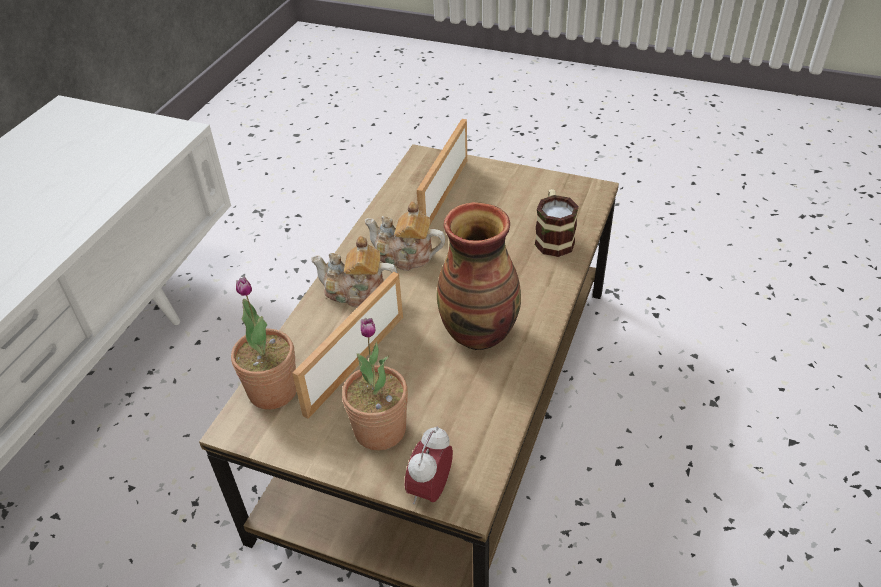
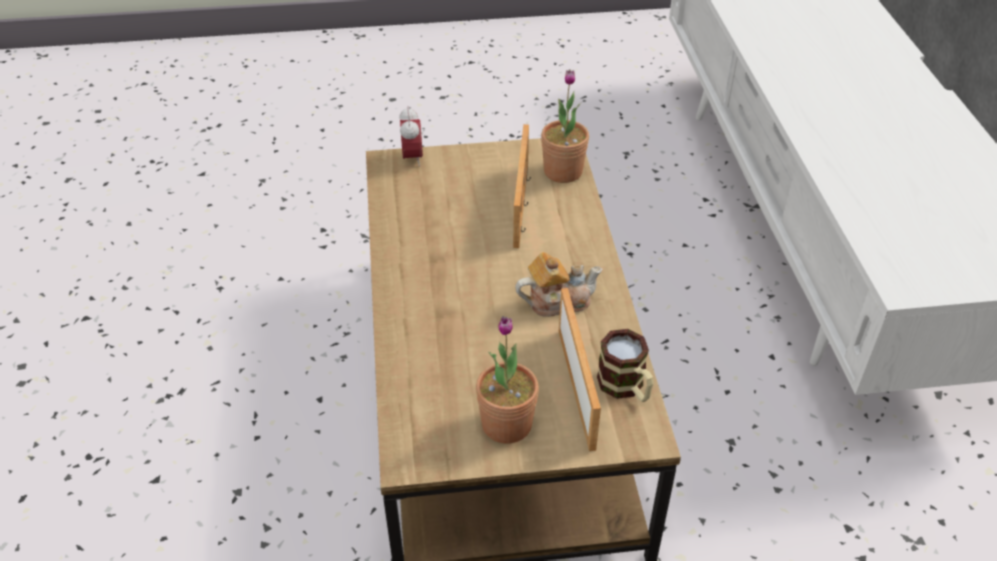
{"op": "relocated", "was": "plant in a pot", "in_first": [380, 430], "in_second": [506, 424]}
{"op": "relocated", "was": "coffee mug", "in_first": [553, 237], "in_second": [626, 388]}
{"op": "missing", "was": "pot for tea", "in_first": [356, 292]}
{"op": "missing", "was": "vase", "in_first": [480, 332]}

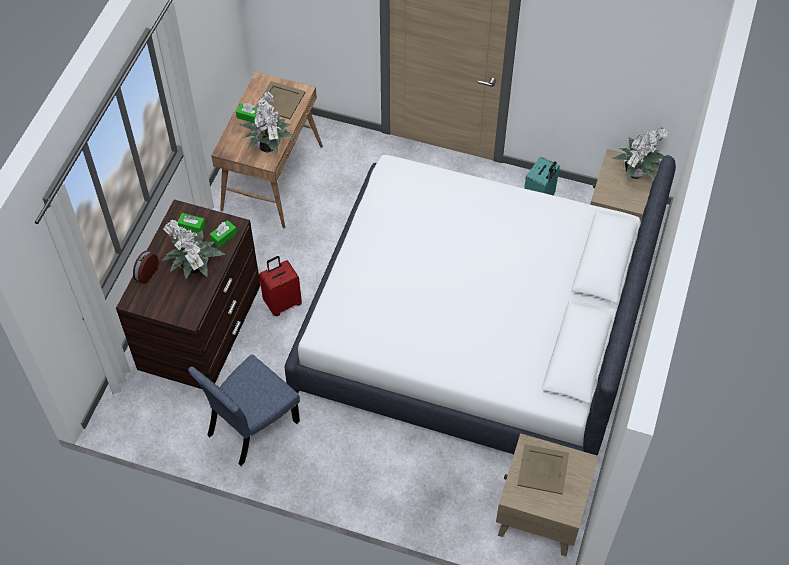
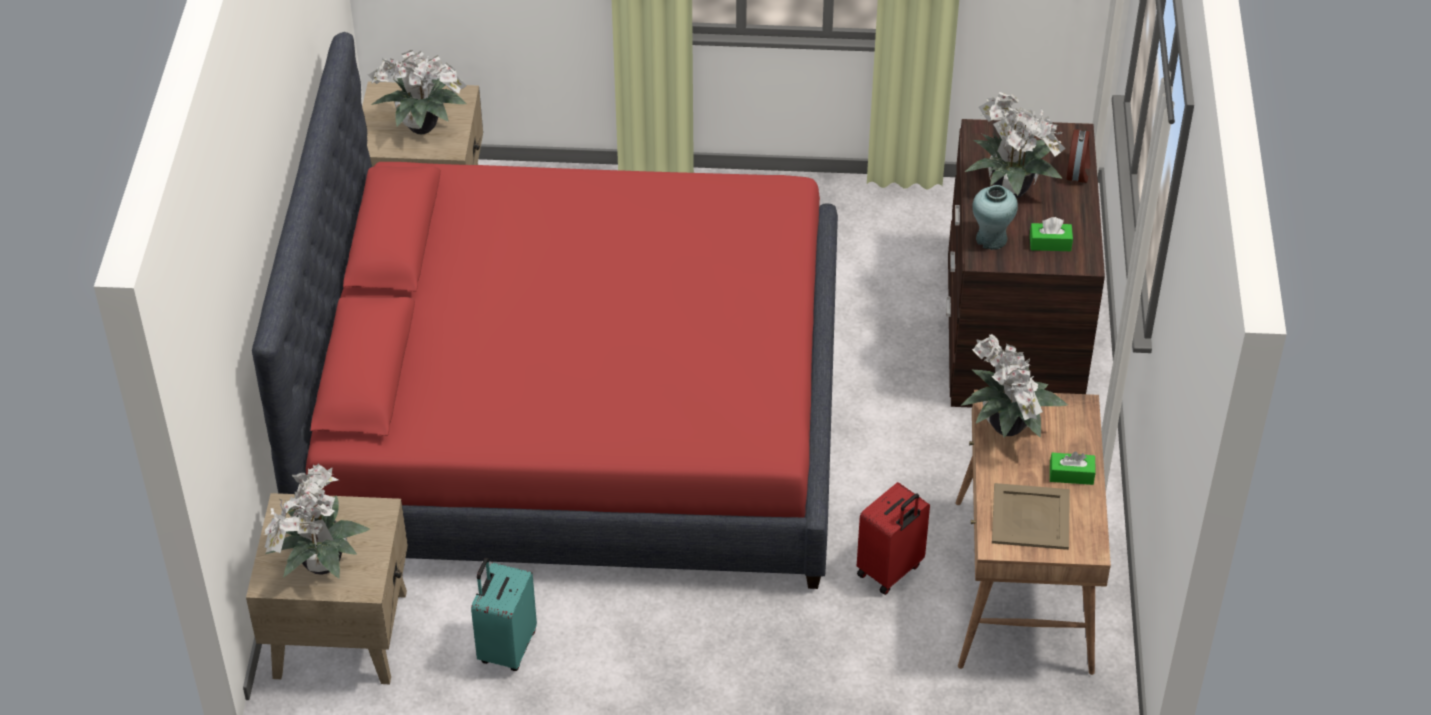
{"op": "colour", "was": "white bedroom bed", "now": "reddish bedroom bed", "in_first": [473, 329], "in_second": [576, 412]}
{"op": "exchanged", "was": "beige-coloured serving tray", "now": "plant in a pot", "in_first": [543, 469], "in_second": [424, 128]}
{"op": "relocated", "was": "reddish travel case", "in_first": [282, 303], "in_second": [890, 571]}
{"op": "exchanged", "was": "green-coloured tissue box", "now": "turquoise-coloured vase", "in_first": [223, 236], "in_second": [991, 239]}
{"op": "missing", "was": "bluish chair", "in_first": [253, 425]}

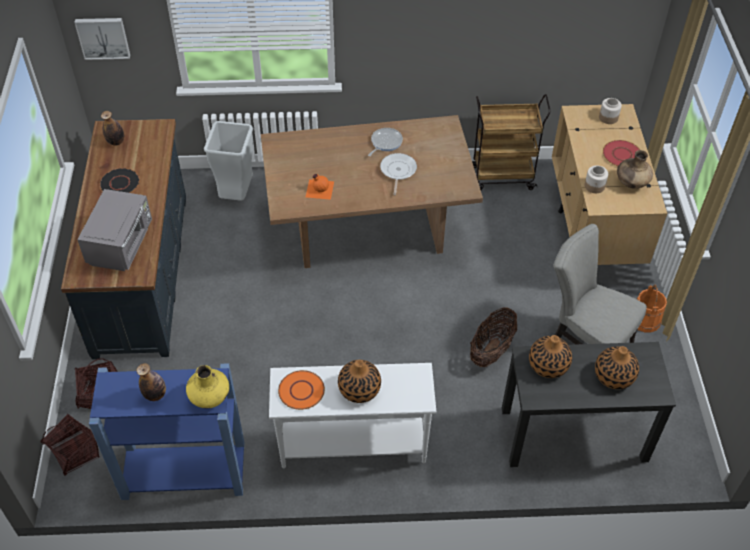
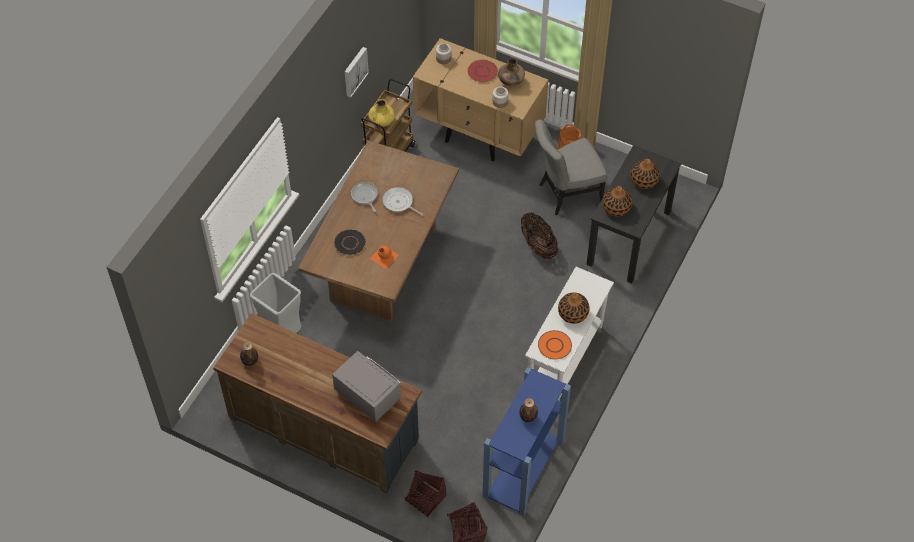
{"op": "relocated", "was": "black flat dish", "in_first": [119, 183], "in_second": [349, 243]}
{"op": "relocated", "was": "wall picture", "in_first": [103, 37], "in_second": [354, 71]}
{"op": "relocated", "was": "yellow vase", "in_first": [209, 397], "in_second": [381, 122]}

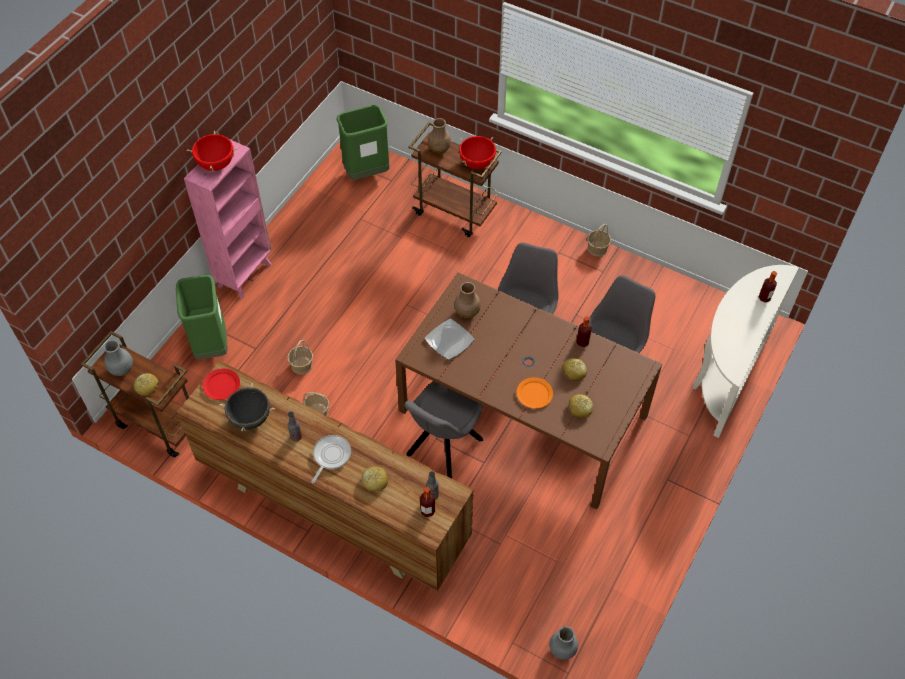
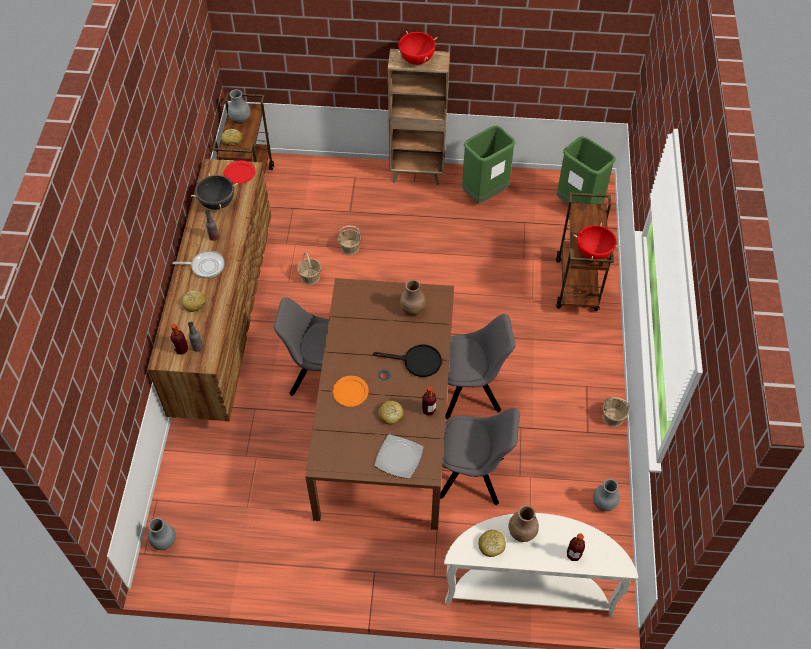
{"op": "appeared", "now": "black pan", "in_second": [416, 362]}
{"op": "relocated", "was": "flat dish", "in_first": [450, 340], "in_second": [399, 458]}
{"op": "colour", "was": "pink bookcase", "now": "brown bookcase", "in_first": [245, 274], "in_second": [417, 173]}
{"op": "relocated", "was": "green-coloured rubbish bin", "in_first": [211, 345], "in_second": [484, 194]}
{"op": "relocated", "was": "bread", "in_first": [580, 409], "in_second": [491, 545]}
{"op": "relocated", "was": "brown vase", "in_first": [439, 149], "in_second": [522, 532]}
{"op": "appeared", "now": "greyish vase", "in_second": [604, 503]}

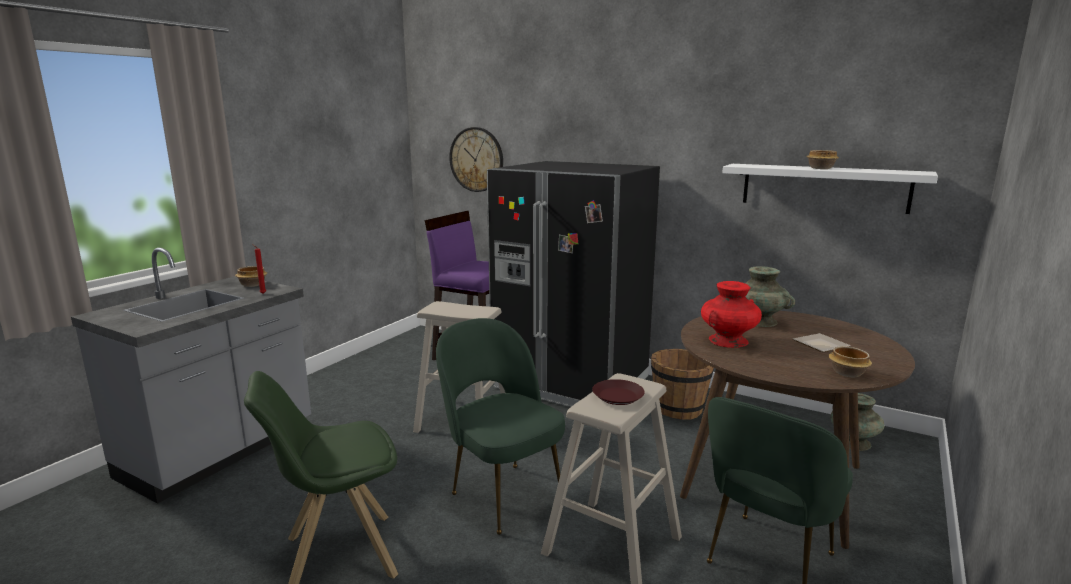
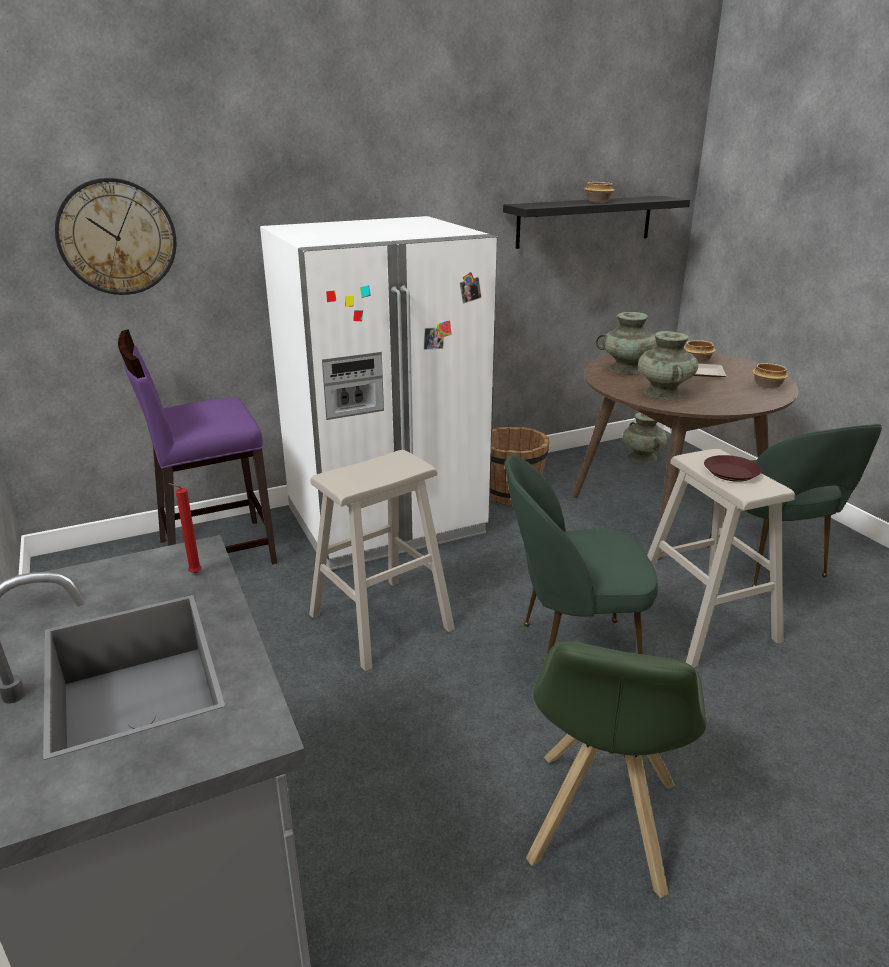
{"op": "colour", "was": "black refrigerator", "now": "white refrigerator", "in_first": [571, 383], "in_second": [385, 521]}
{"op": "colour", "was": "white wall shelf", "now": "black wall shelf", "in_first": [824, 187], "in_second": [585, 221]}
{"op": "colour", "was": "reddish vase", "now": "turquoise-coloured vase", "in_first": [728, 340], "in_second": [663, 393]}
{"op": "relocated", "was": "deep dish", "in_first": [252, 285], "in_second": [697, 361]}

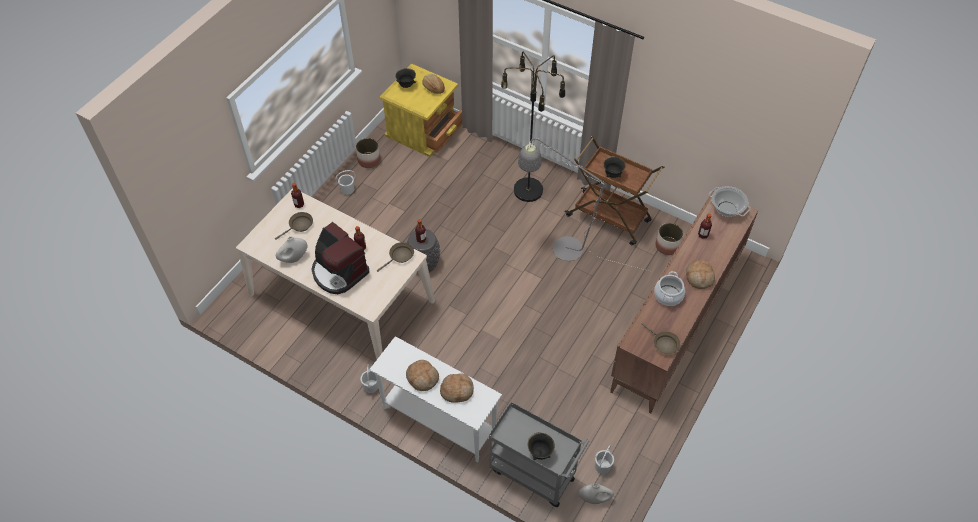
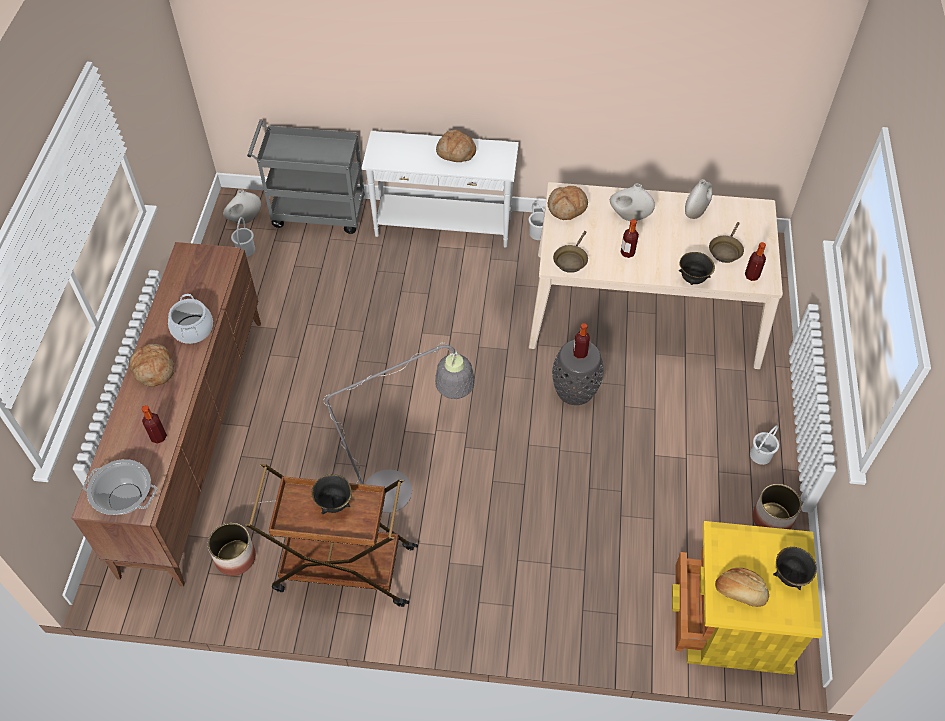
{"op": "relocated", "was": "bread", "in_first": [457, 390], "in_second": [567, 208]}
{"op": "exchanged", "was": "coffee brewer", "now": "white vase", "in_first": [339, 272], "in_second": [629, 216]}
{"op": "relocated", "was": "black deep dish", "in_first": [540, 452], "in_second": [692, 280]}
{"op": "missing", "was": "standing lamp", "in_first": [529, 190]}
{"op": "missing", "was": "brown pan", "in_first": [663, 343]}

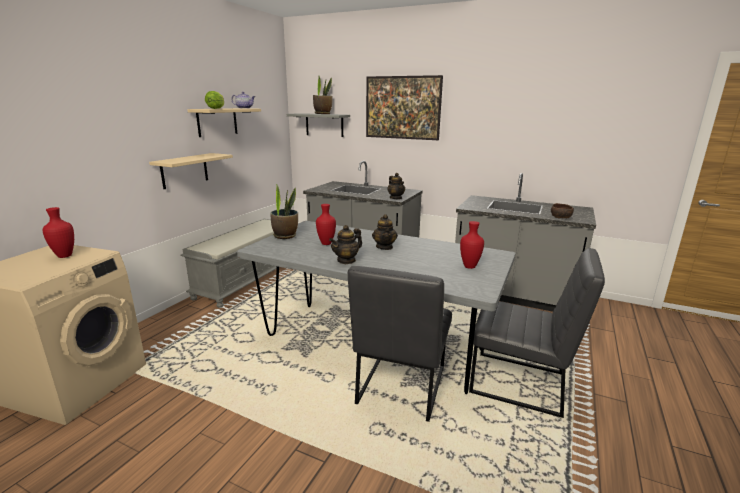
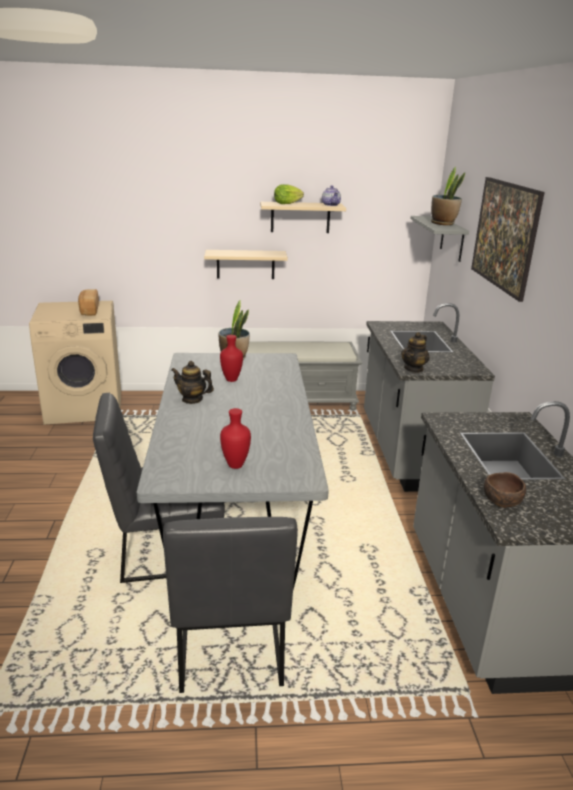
{"op": "exchanged", "was": "reddish vase", "now": "bread", "in_first": [65, 256], "in_second": [89, 310]}
{"op": "missing", "was": "pot for tea", "in_first": [384, 247]}

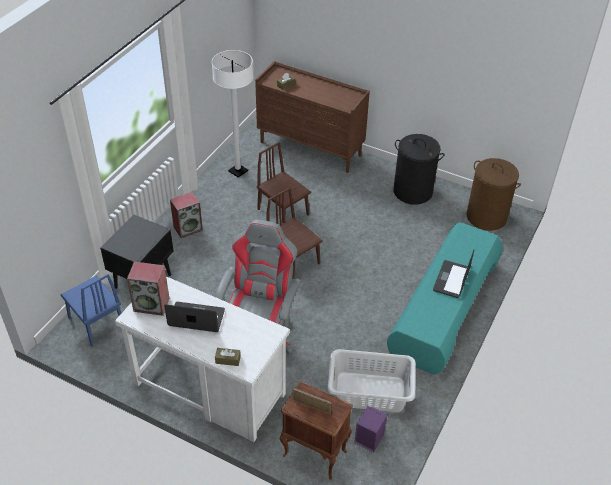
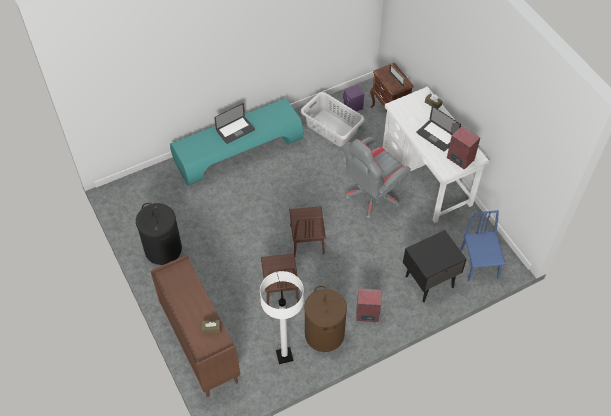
{"op": "relocated", "was": "brown laundry basket", "in_first": [486, 217], "in_second": [324, 334]}

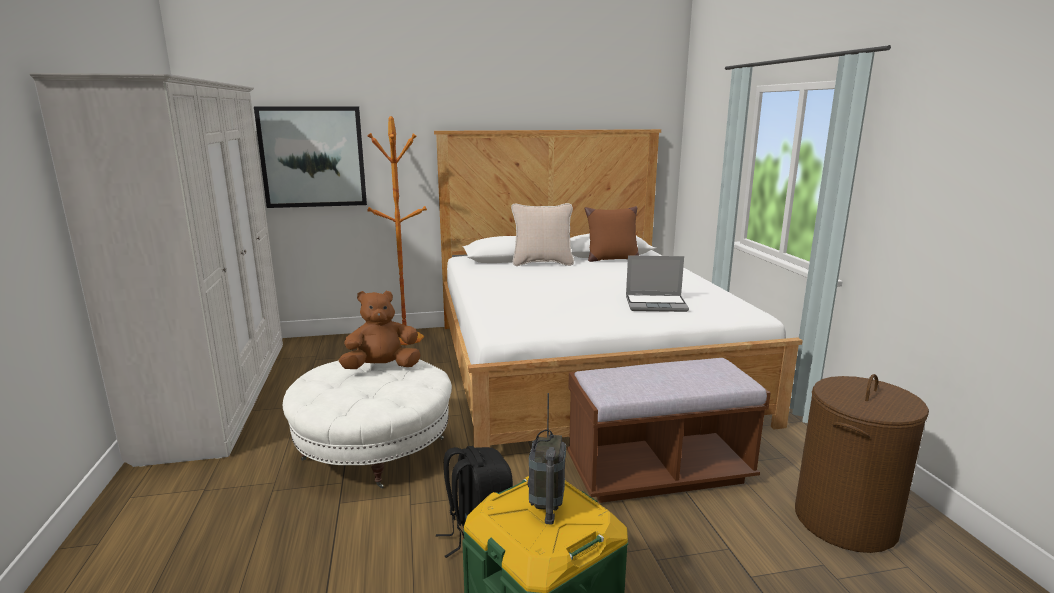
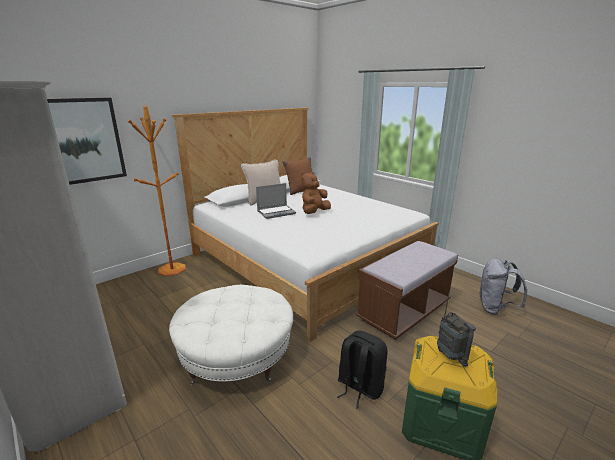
{"op": "relocated", "was": "portable computer", "in_first": [656, 304], "in_second": [276, 212]}
{"op": "relocated", "was": "brown plush toy", "in_first": [382, 367], "in_second": [314, 212]}
{"op": "exchanged", "was": "brown laundry basket", "now": "greyish knapsack", "in_first": [845, 521], "in_second": [495, 308]}

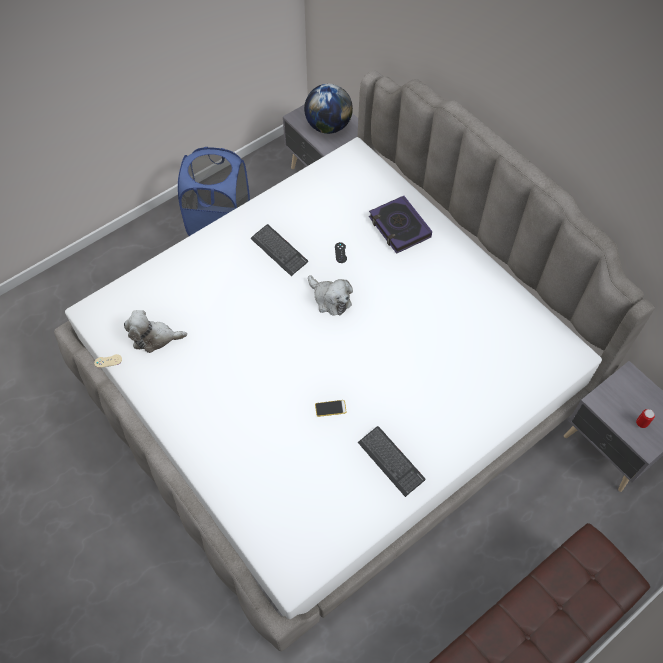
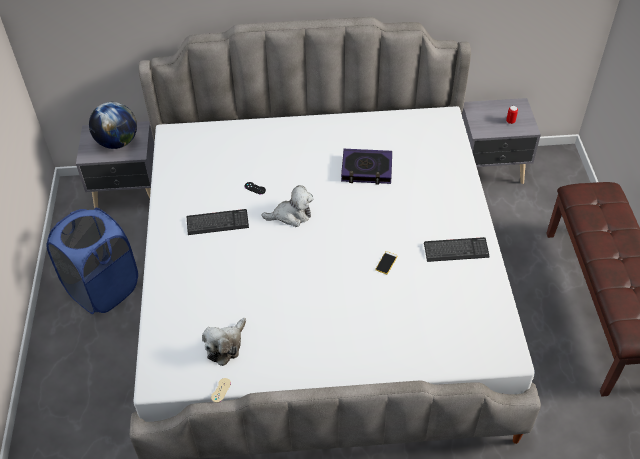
{"op": "relocated", "was": "volume", "in_first": [399, 227], "in_second": [366, 169]}

